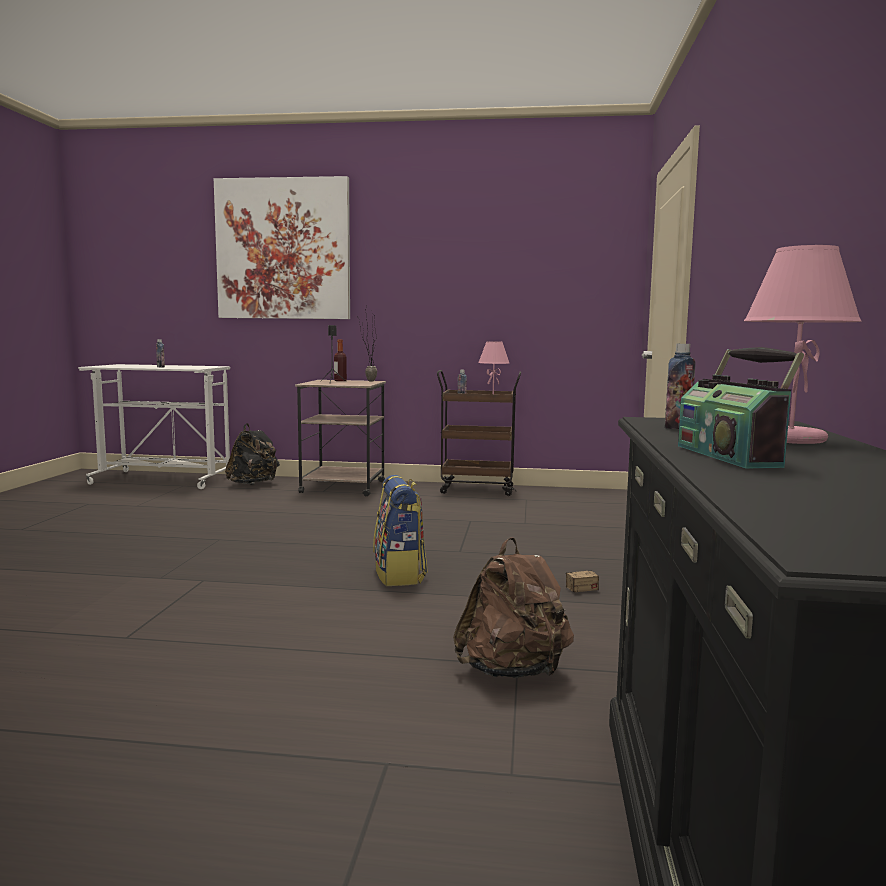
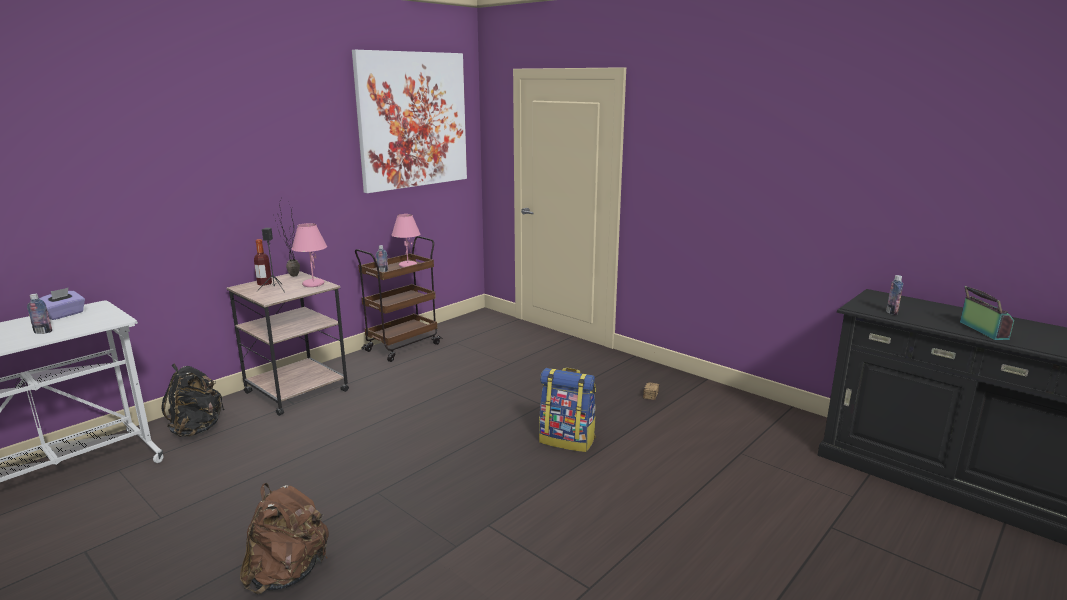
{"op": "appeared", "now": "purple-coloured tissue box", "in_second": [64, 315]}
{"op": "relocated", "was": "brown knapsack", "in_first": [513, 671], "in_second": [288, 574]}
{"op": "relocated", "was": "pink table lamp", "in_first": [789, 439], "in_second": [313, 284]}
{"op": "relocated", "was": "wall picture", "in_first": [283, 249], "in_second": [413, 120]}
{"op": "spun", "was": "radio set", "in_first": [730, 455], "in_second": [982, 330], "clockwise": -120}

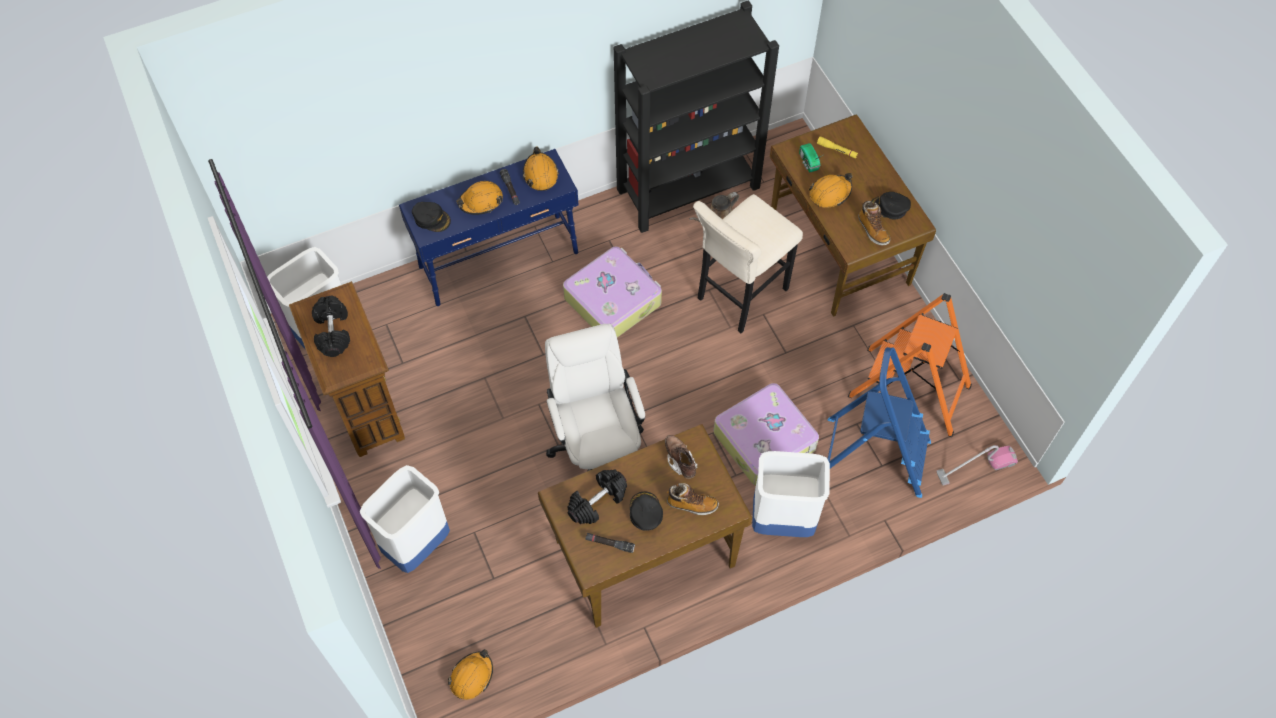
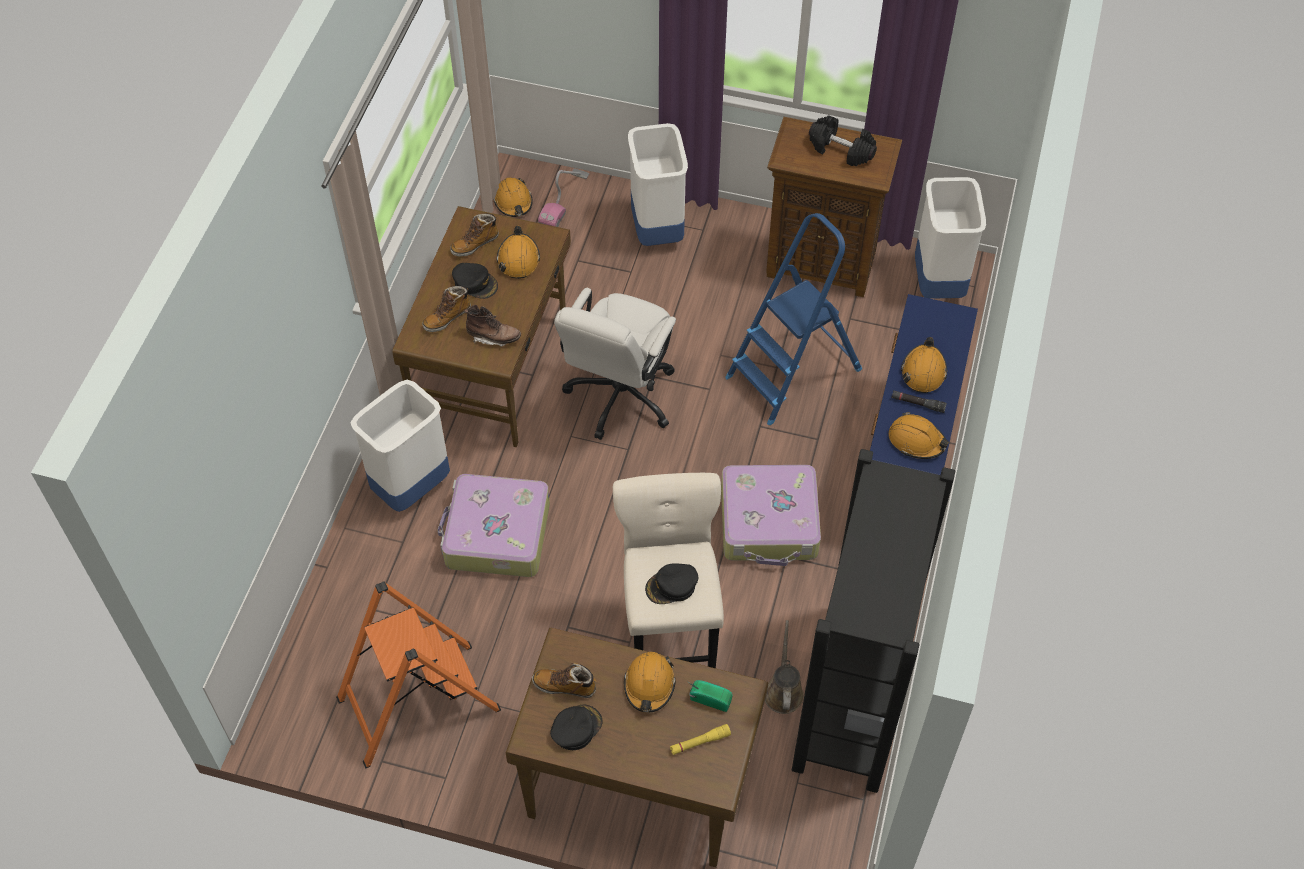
{"op": "exchanged", "was": "black hand torch", "now": "boot", "in_first": [610, 544], "in_second": [475, 244]}
{"op": "exchanged", "was": "black hand weight", "now": "orange safety helmet", "in_first": [597, 502], "in_second": [518, 259]}
{"op": "relocated", "was": "vacuum cleaner", "in_first": [976, 467], "in_second": [564, 200]}
{"op": "spun", "was": "white office chair", "in_first": [597, 450], "in_second": [619, 400], "clockwise": 90}
{"op": "relocated", "was": "black baseball cap", "in_first": [431, 218], "in_second": [672, 586]}
{"op": "relocated", "was": "bluish step ladder", "in_first": [875, 457], "in_second": [792, 374]}

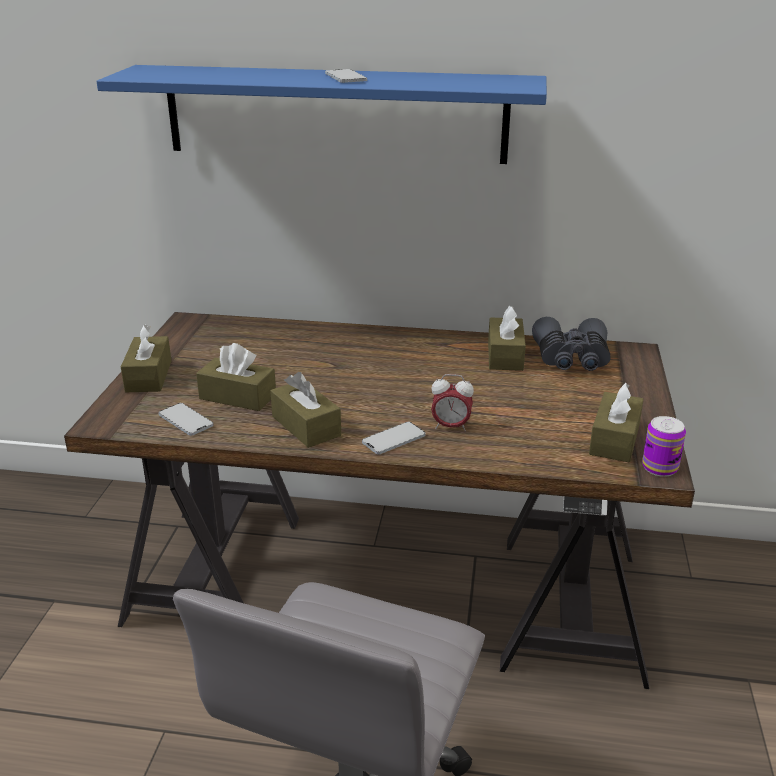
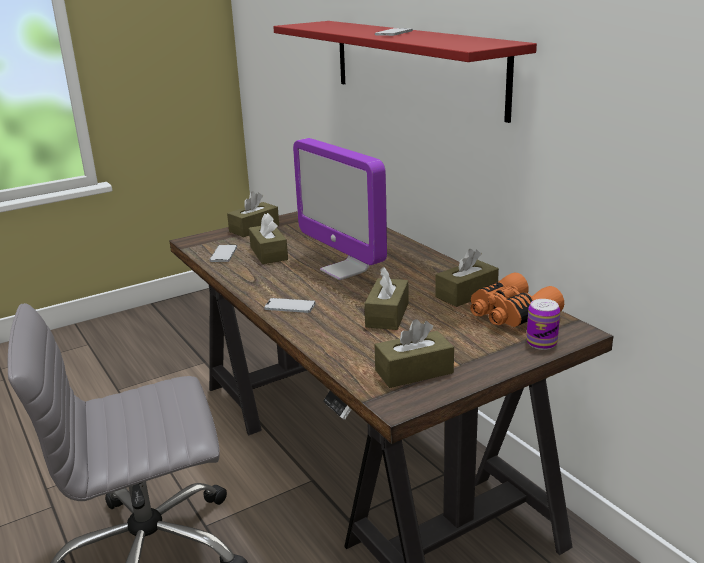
{"op": "colour", "was": "bluish wall shelf", "now": "reddish wall shelf", "in_first": [335, 114], "in_second": [414, 65]}
{"op": "appeared", "now": "computer screen", "in_second": [344, 270]}
{"op": "relocated", "was": "brown tissue box", "in_first": [306, 426], "in_second": [387, 315]}
{"op": "colour", "was": "greyish pair of binoculars", "now": "orange pair of binoculars", "in_first": [571, 359], "in_second": [510, 315]}
{"op": "relocated", "was": "metal can", "in_first": [659, 467], "in_second": [541, 343]}
{"op": "missing", "was": "alarm clock", "in_first": [451, 427]}

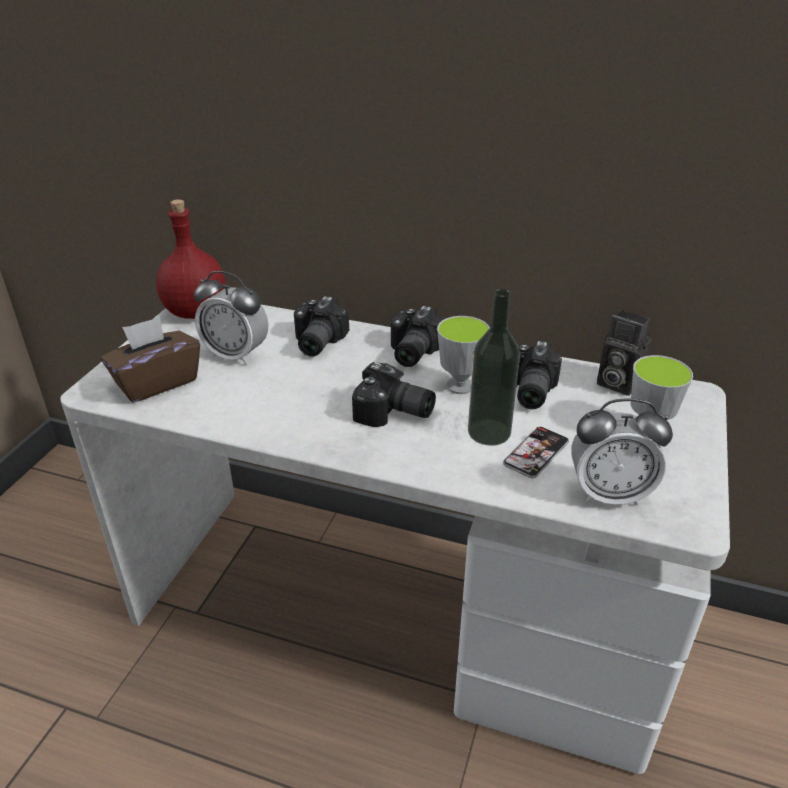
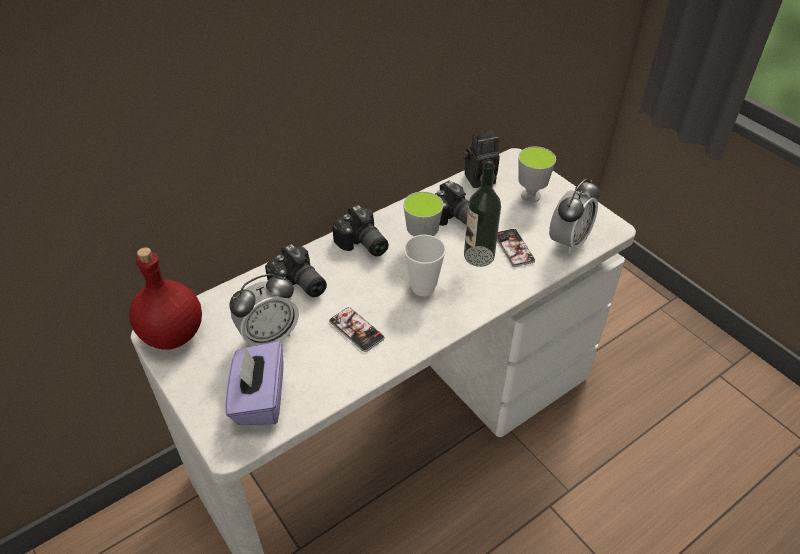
{"op": "colour", "was": "brown tissue box", "now": "purple-coloured tissue box", "in_first": [156, 382], "in_second": [259, 399]}
{"op": "appeared", "now": "phone", "in_second": [356, 330]}
{"op": "exchanged", "was": "photo camera", "now": "small cup", "in_first": [393, 414], "in_second": [423, 287]}

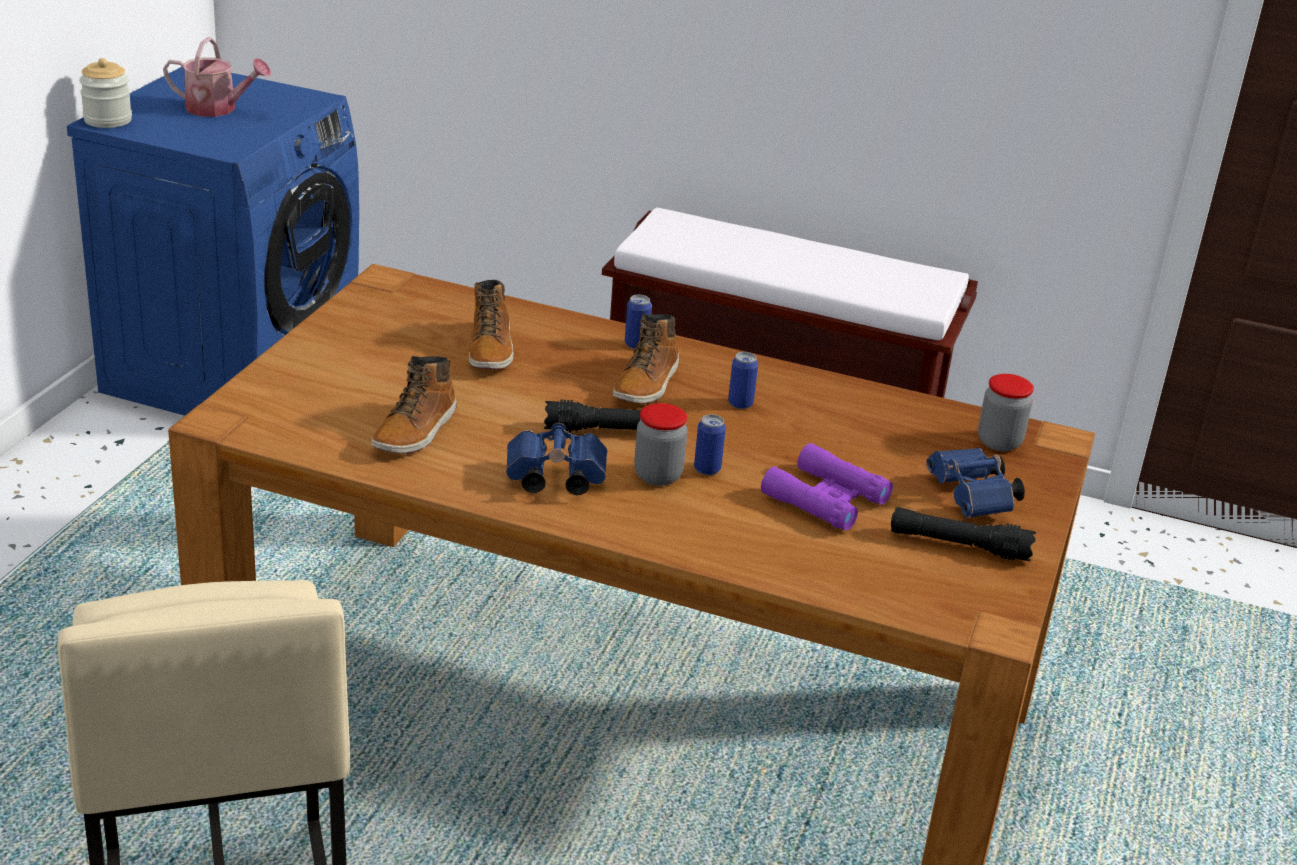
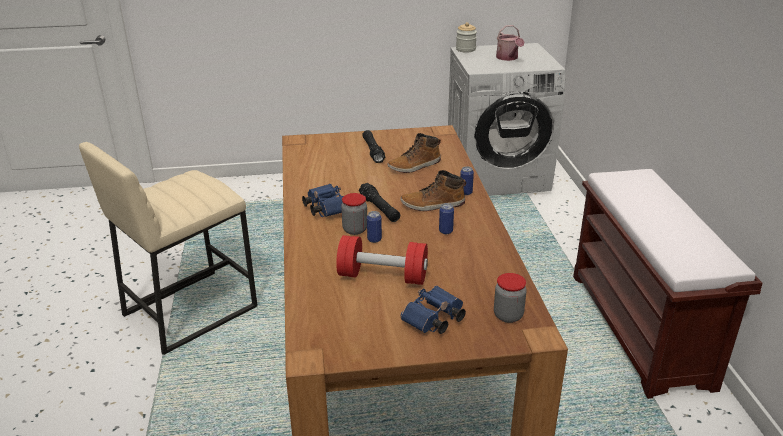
{"op": "exchanged", "was": "purple-coloured pair of binoculars", "now": "reddish hand weight", "in_first": [825, 499], "in_second": [383, 276]}
{"op": "relocated", "was": "black hand torch", "in_first": [959, 546], "in_second": [373, 151]}
{"op": "colour", "was": "bluish laundry appliance", "now": "white laundry appliance", "in_first": [232, 372], "in_second": [497, 179]}
{"op": "missing", "was": "boot", "in_first": [416, 431]}

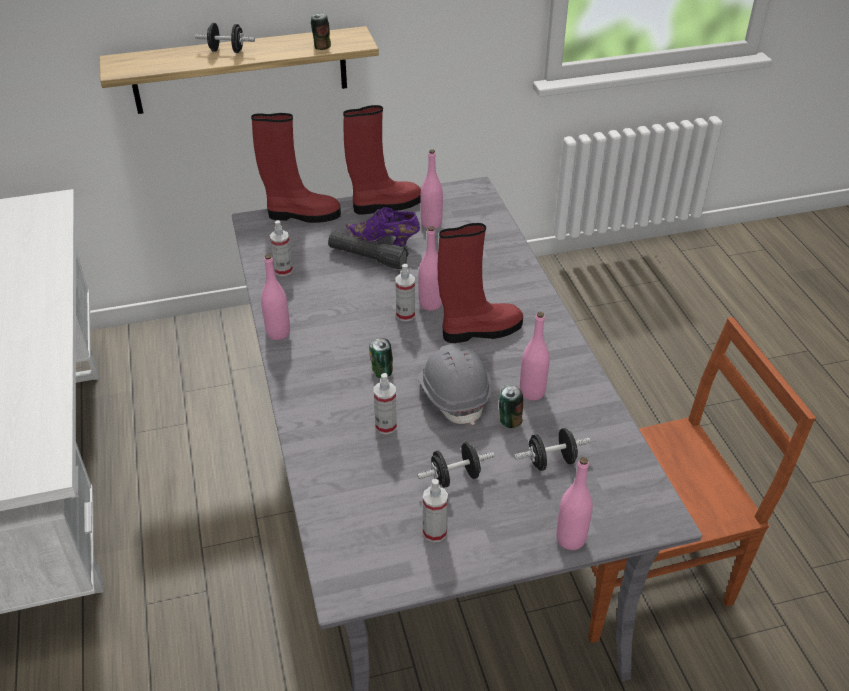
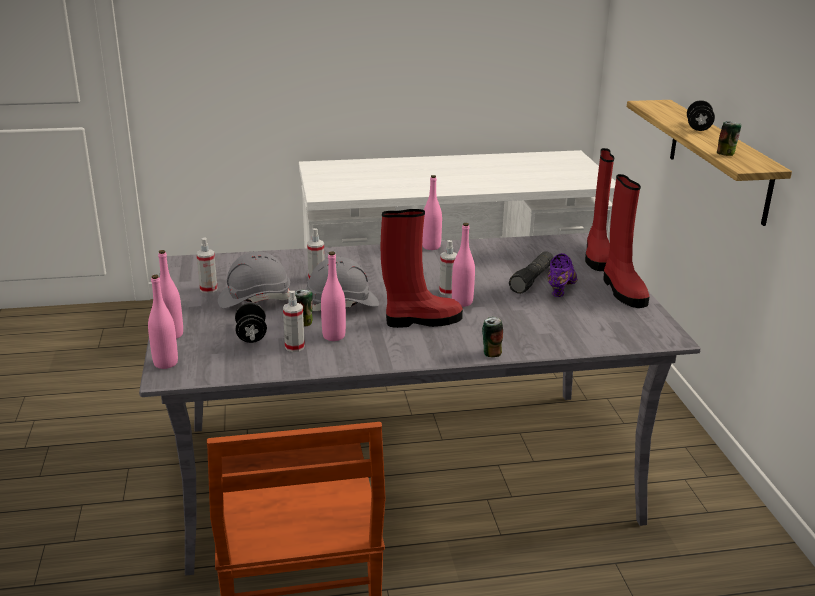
{"op": "relocated", "was": "pink bottle", "in_first": [431, 224], "in_second": [165, 363]}
{"op": "exchanged", "was": "black hand weight", "now": "greyish safety helmet", "in_first": [455, 477], "in_second": [254, 299]}
{"op": "relocated", "was": "hand sprayer", "in_first": [283, 270], "in_second": [294, 347]}
{"op": "spun", "was": "reddish boot", "in_first": [479, 330], "in_second": [421, 320], "clockwise": -90}
{"op": "relocated", "was": "metal can", "in_first": [381, 372], "in_second": [491, 353]}

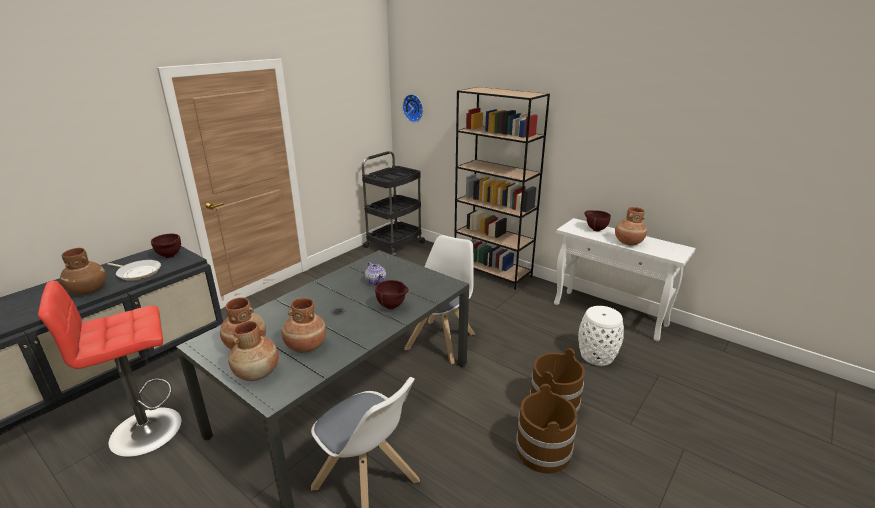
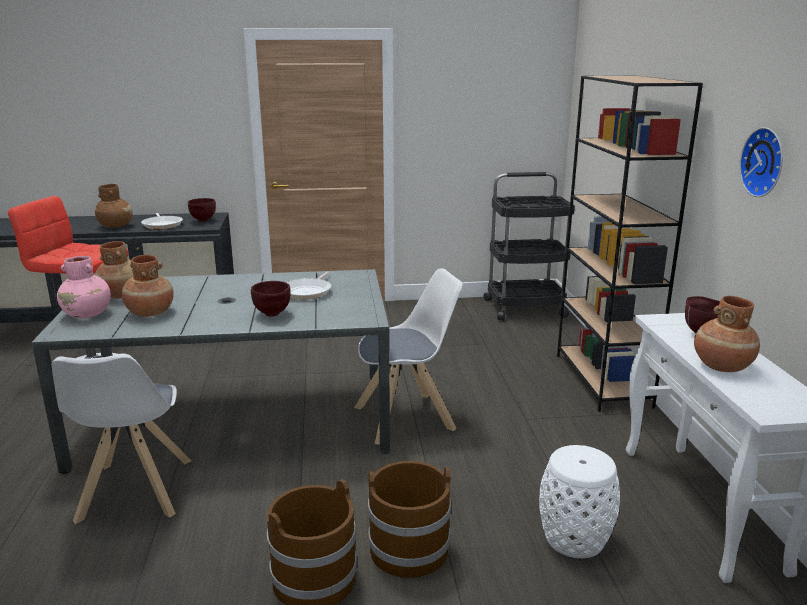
{"op": "colour", "was": "brown vase", "now": "pink vase", "in_first": [257, 373], "in_second": [87, 314]}
{"op": "exchanged", "was": "pot for tea", "now": "pan", "in_first": [376, 281], "in_second": [308, 291]}
{"op": "relocated", "was": "clock on the wall", "in_first": [414, 108], "in_second": [765, 162]}

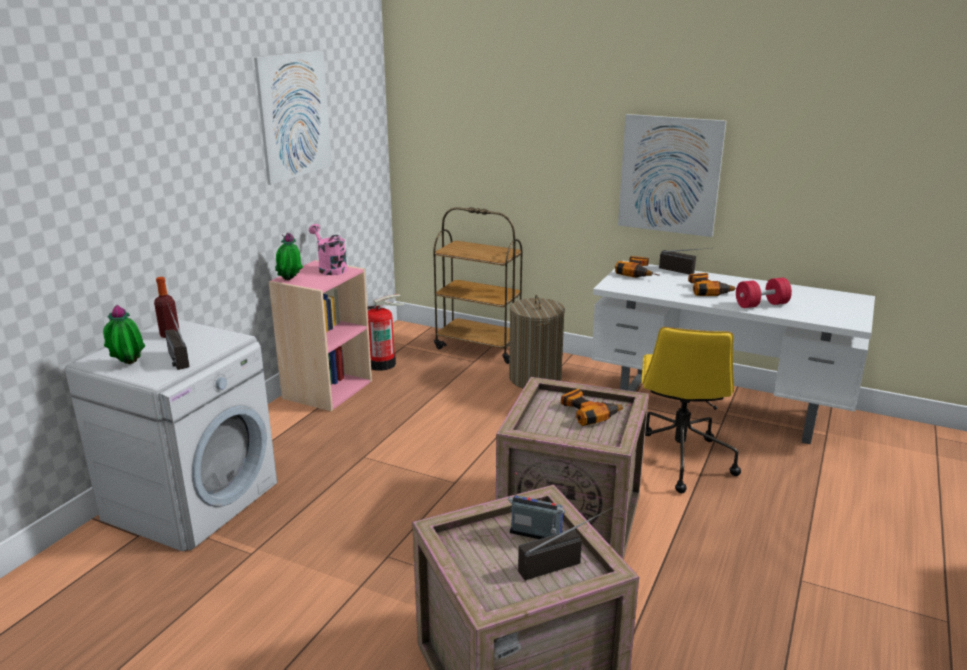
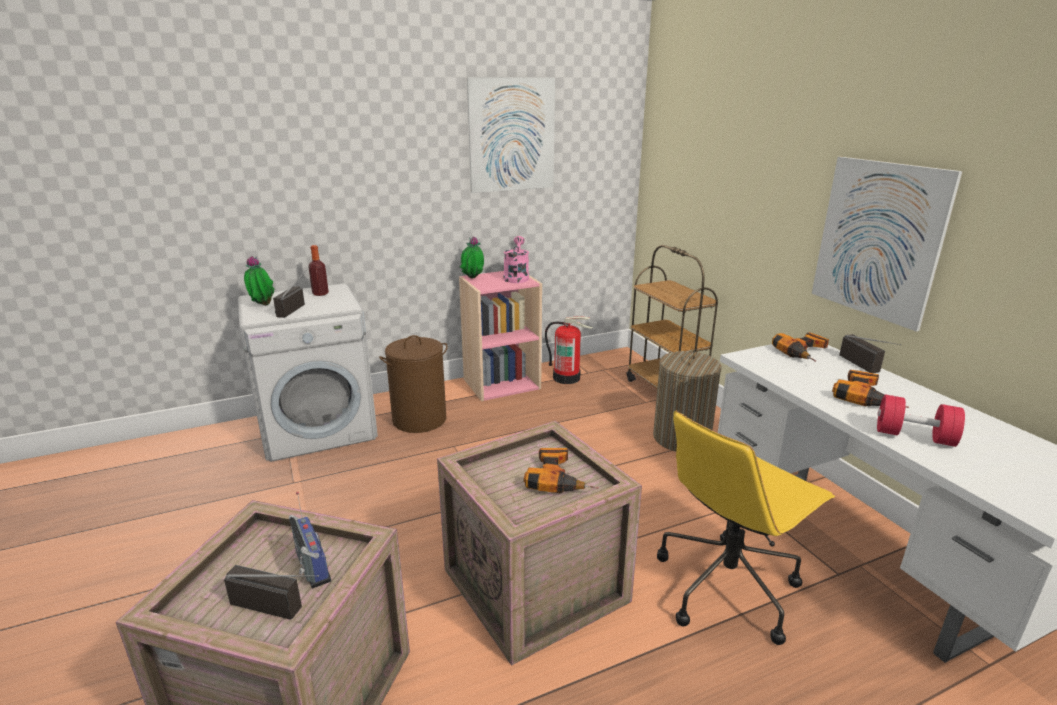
{"op": "appeared", "now": "brown laundry basket", "in_second": [420, 419]}

